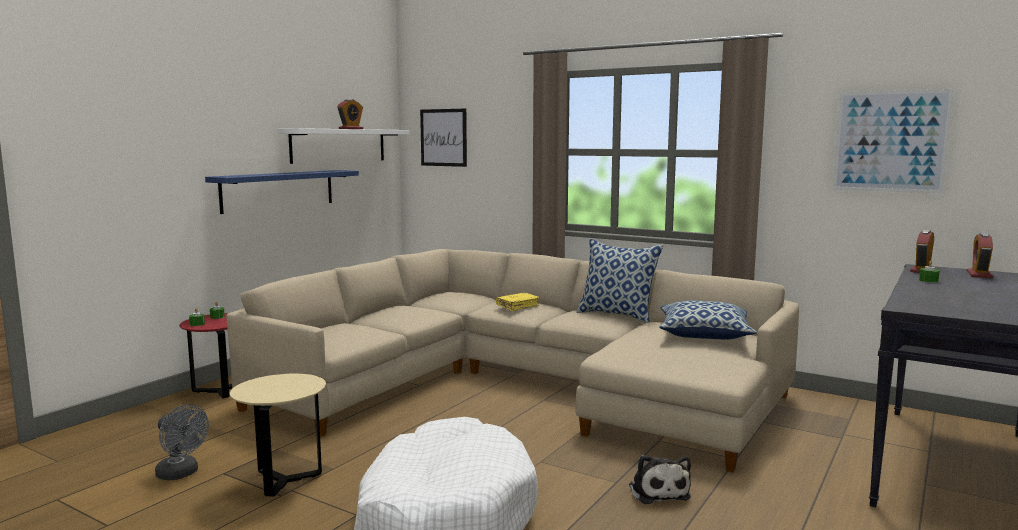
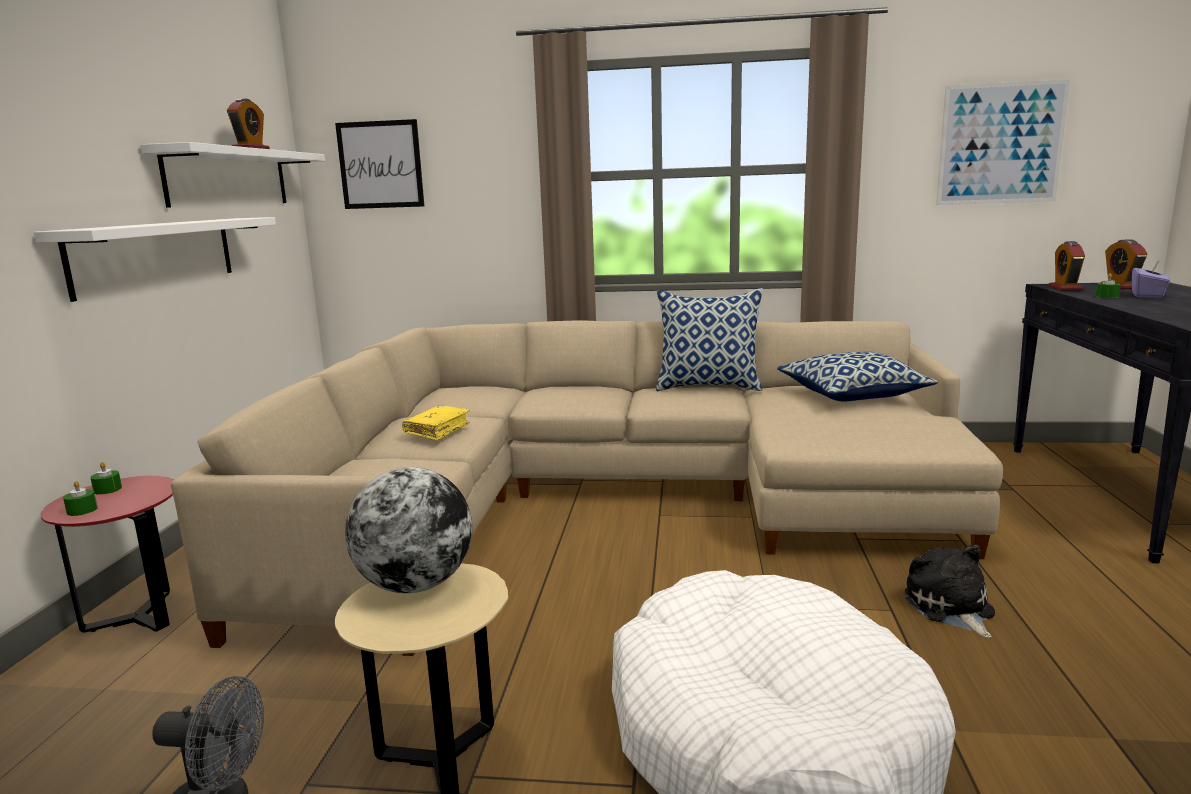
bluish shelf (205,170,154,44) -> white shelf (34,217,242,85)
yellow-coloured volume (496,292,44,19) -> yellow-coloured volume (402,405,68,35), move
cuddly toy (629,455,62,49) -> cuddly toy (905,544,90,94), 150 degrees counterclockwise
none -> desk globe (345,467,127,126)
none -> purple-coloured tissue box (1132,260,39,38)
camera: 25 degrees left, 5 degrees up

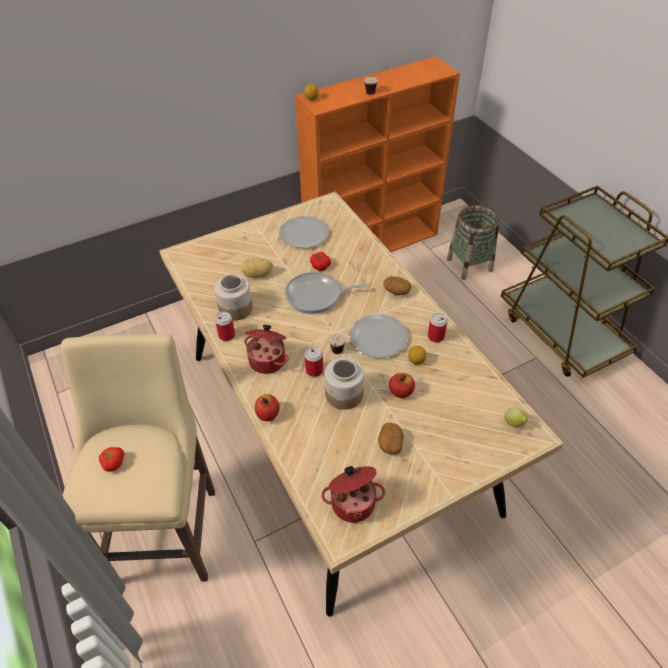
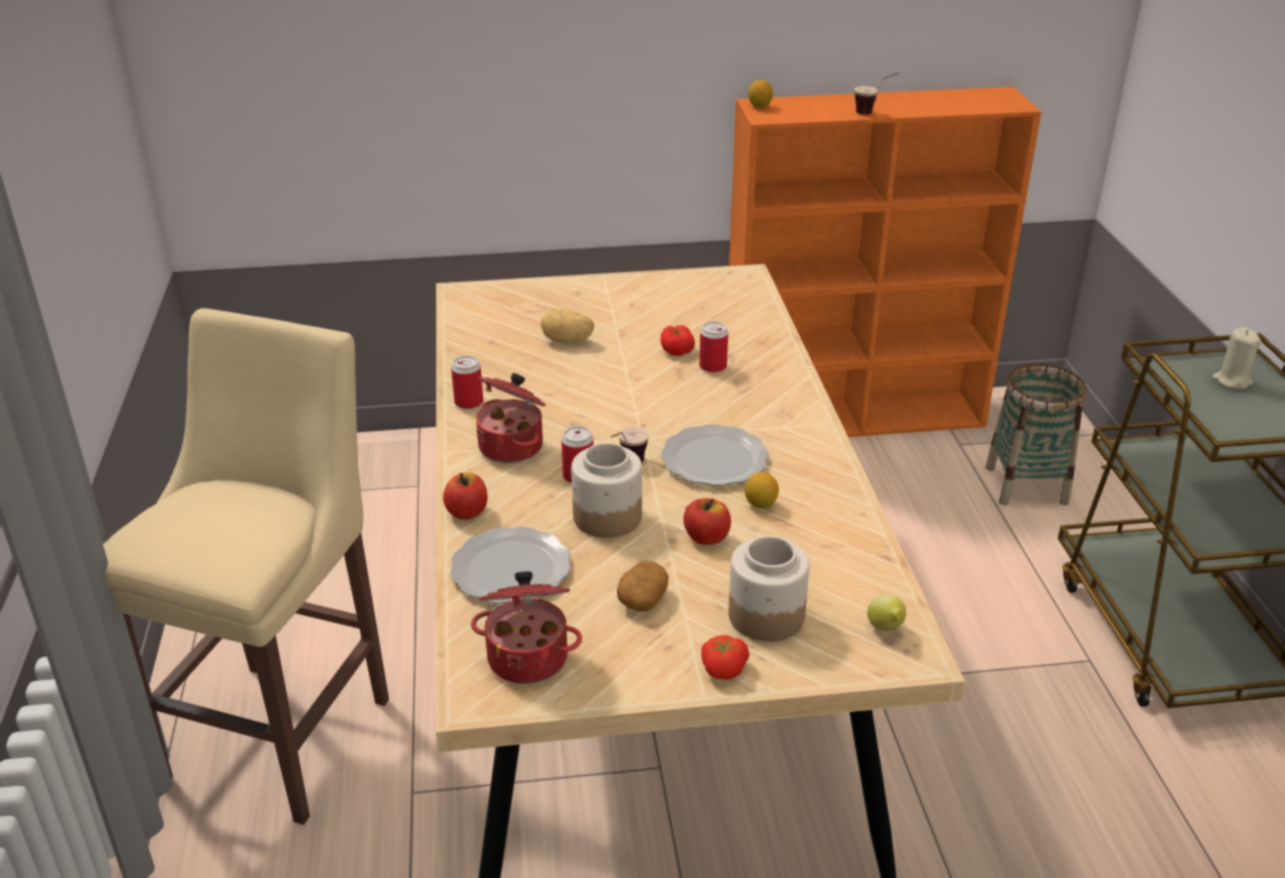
tomato (99,447,25,25) -> tomato (701,635,48,45), move
preserve jar (214,274,39,47) -> preserve jar (729,536,81,106), move
flat dish (279,216,50,33) -> flat dish (450,527,121,77), move
skillet (285,272,83,42) -> none
spud (383,276,29,19) -> none
metal can (428,313,20,29) -> metal can (699,321,29,52), move
none -> sand-coloured wax candle (1212,327,50,62)
camera: 20 degrees right, 15 degrees down

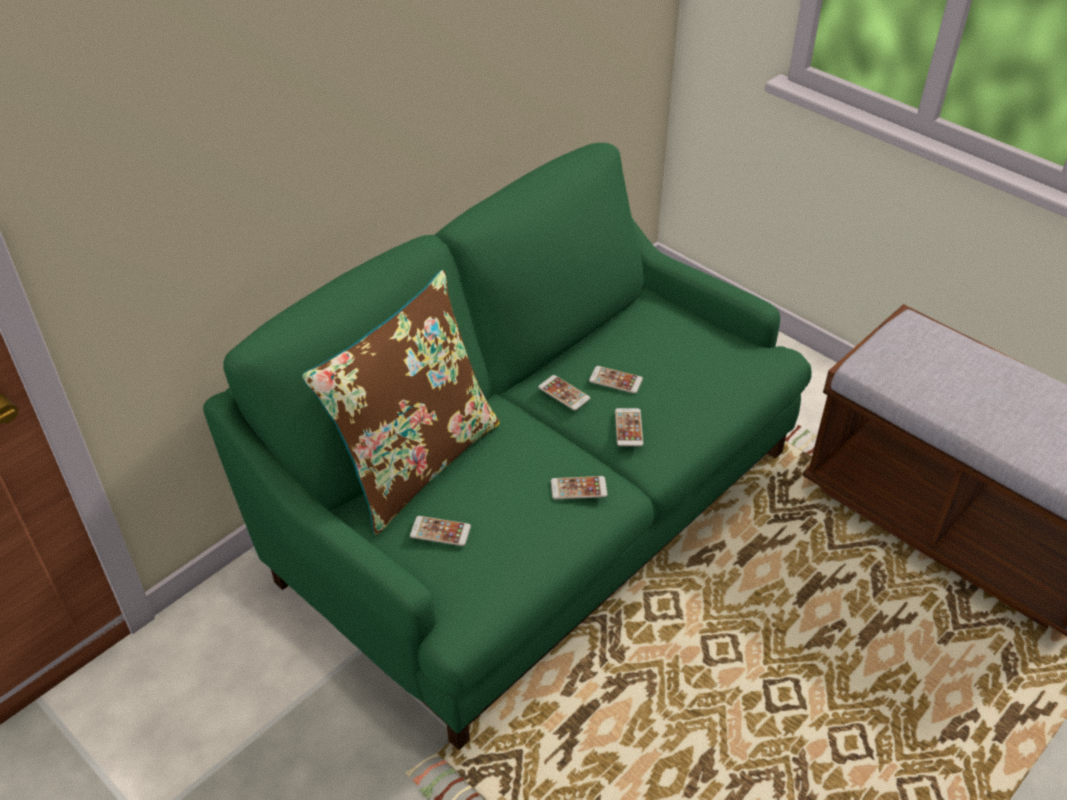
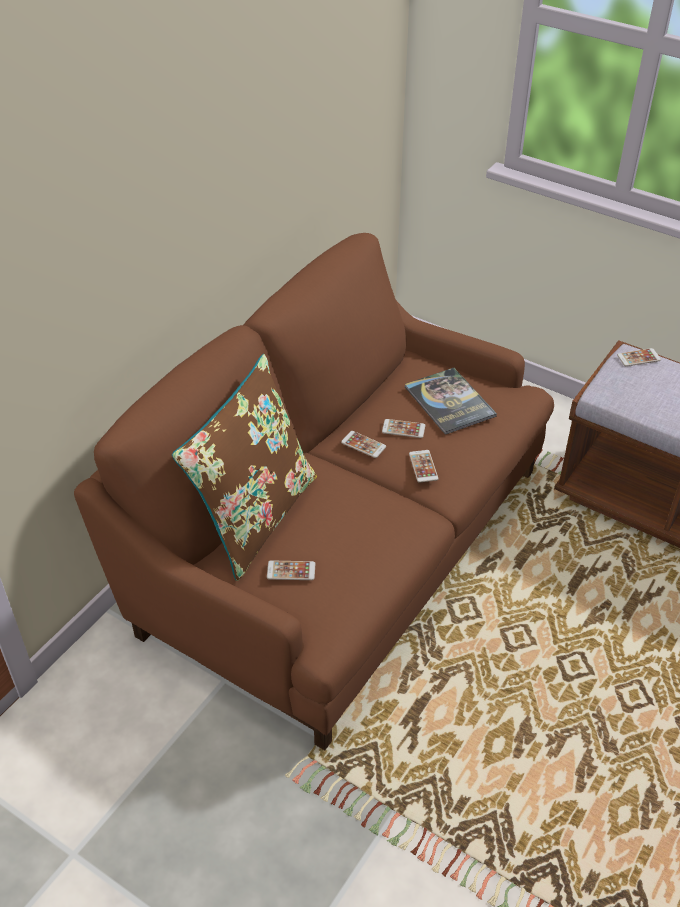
greenish sofa (203,143,609,607) -> brownish sofa (74,233,480,517)
telephone (551,476,56,23) -> telephone (617,348,44,18), move
none -> volume (405,368,92,67)
camera: 10 degrees left, 0 degrees up

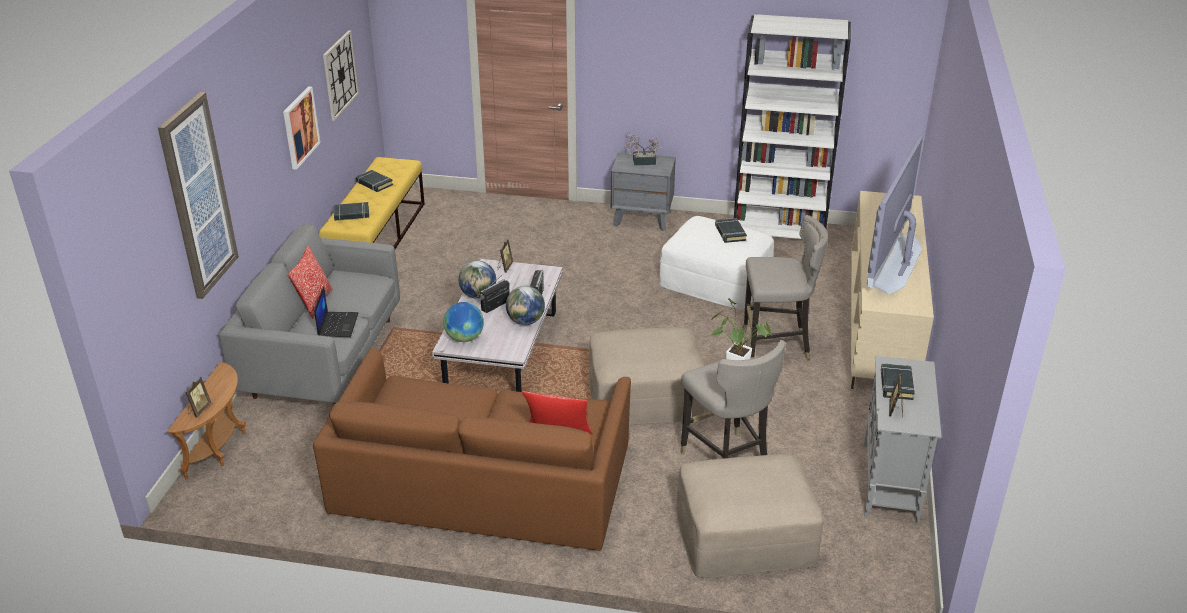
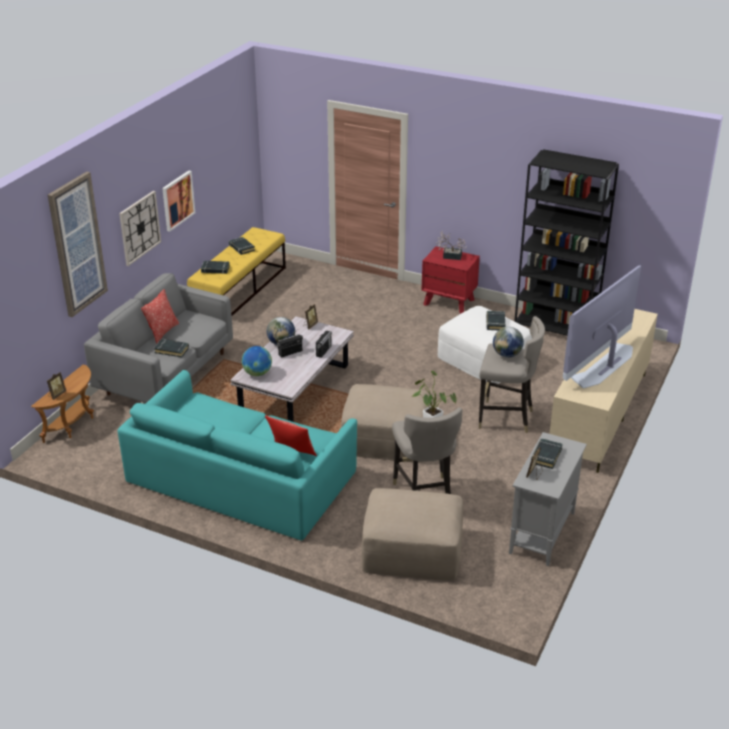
brownish sofa (313,348,318,203) -> blue-green sofa (118,370,239,171)
laptop (314,286,44,51) -> blackish volume (154,339,35,18)
clock on the wall (323,30,36,91) -> clock on the wall (119,191,42,75), move
desk globe (506,286,39,39) -> desk globe (493,327,31,31), move
gray night table (611,152,65,79) -> reddish night table (421,246,59,68)
white bookshelf (734,14,117,225) -> blackish bookshelf (514,149,105,187)
camera: 15 degrees right, 0 degrees up

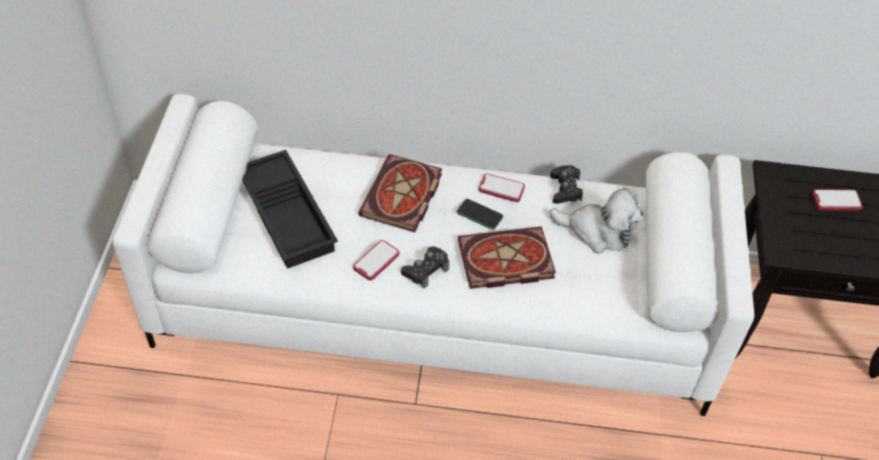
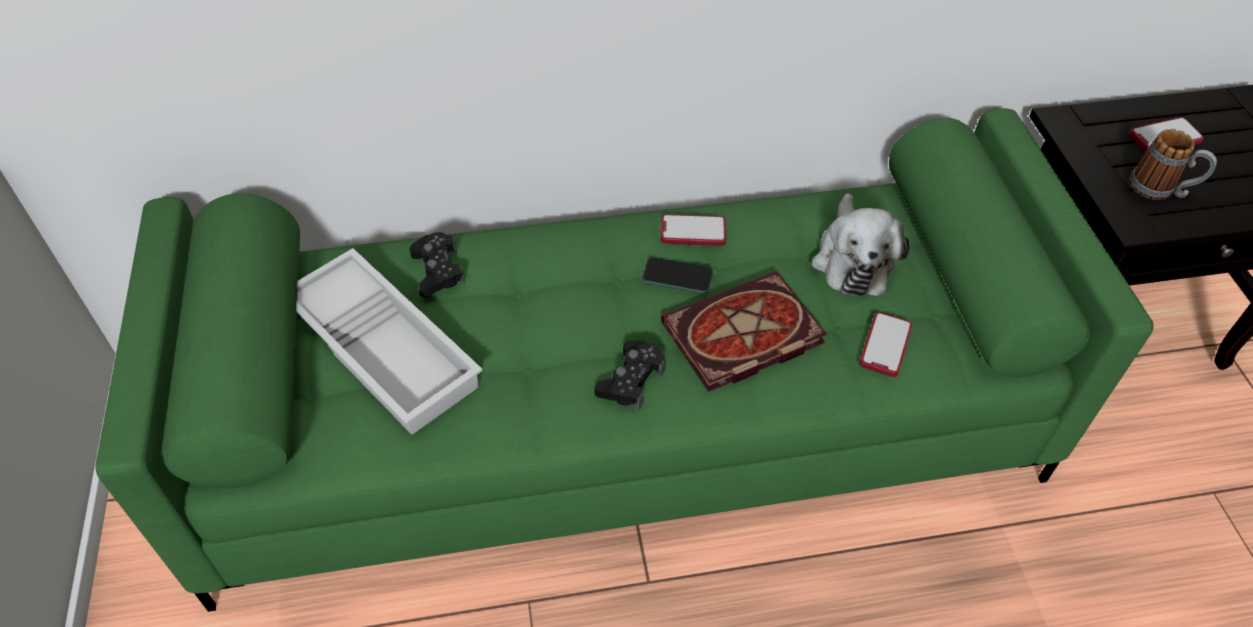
white sofa (113,94,641,322) -> greenish sofa (95,108,1059,504)
blackish serving tray (242,150,96,119) -> white serving tray (296,248,187,187)
telephone (353,240,46,41) -> telephone (859,312,53,65), move
volume (358,154,84,78) -> none
blackish gamepad (550,165,33,39) -> blackish gamepad (410,232,55,65), move
cuddly toy (550,188,93,66) -> cuddly toy (811,194,99,102), 90 degrees clockwise
none -> mug (1130,129,87,71)
camera: 15 degrees left, 0 degrees up

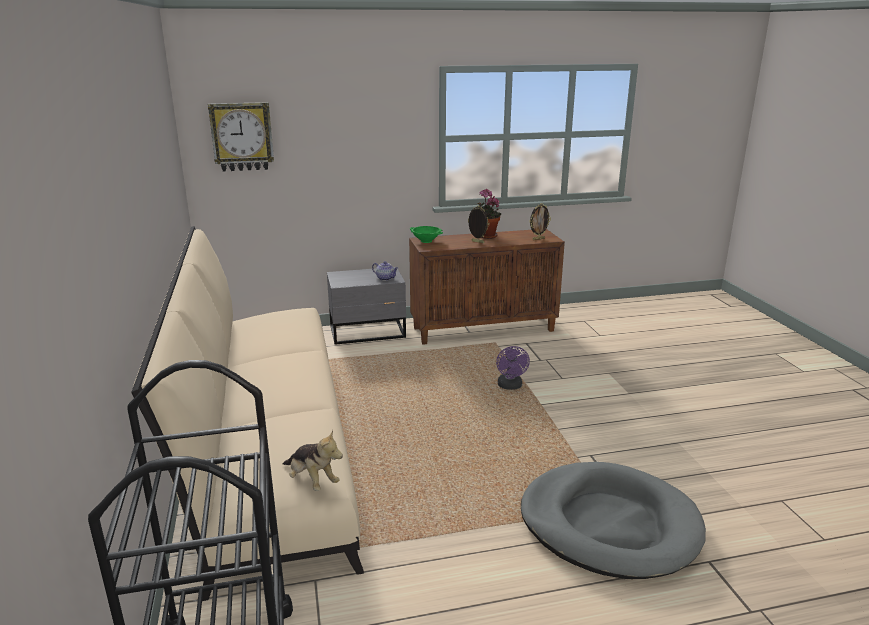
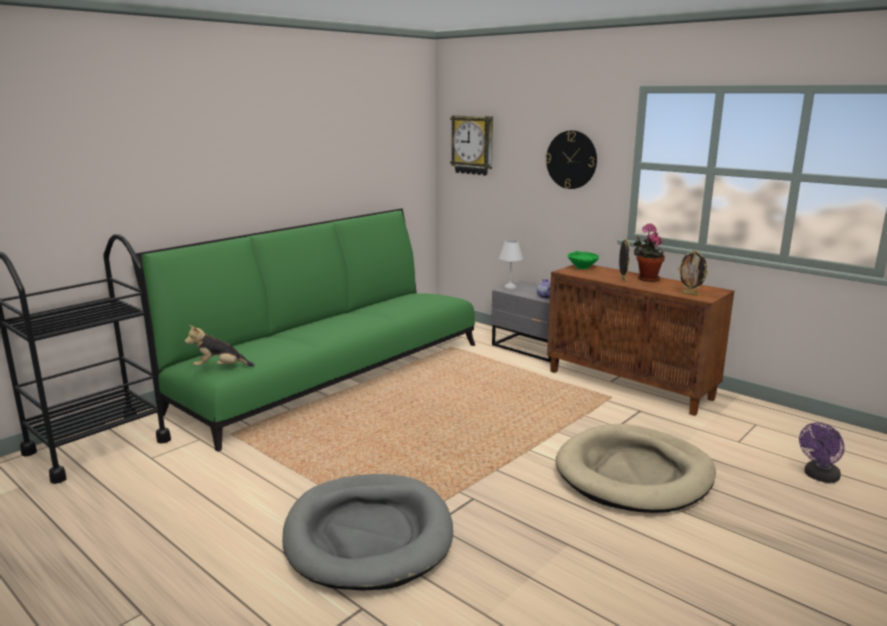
sand-coloured sofa (131,226,233,375) -> greenish sofa (131,208,344,244)
cuddly toy (283,430,60,61) -> cuddly toy (185,325,70,41), 75 degrees clockwise
purple-coloured electric fan (496,346,34,44) -> purple-coloured electric fan (799,422,46,61), move
none -> white tabletop lamp (499,240,24,50)
none -> clock on the wall (546,130,51,59)
none -> sand-coloured dog bed (556,424,160,89)
camera: 55 degrees right, 5 degrees down

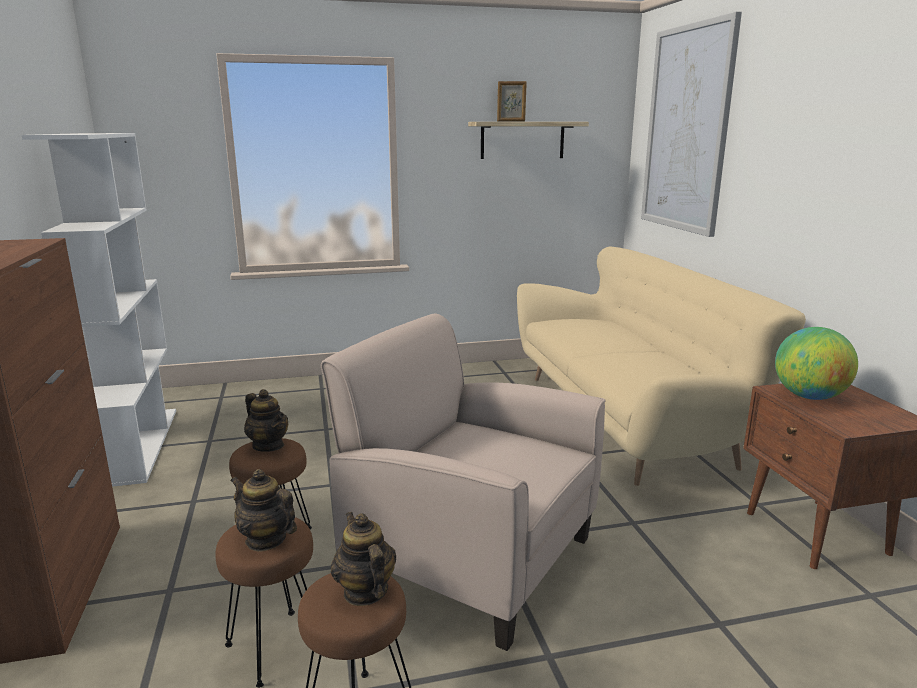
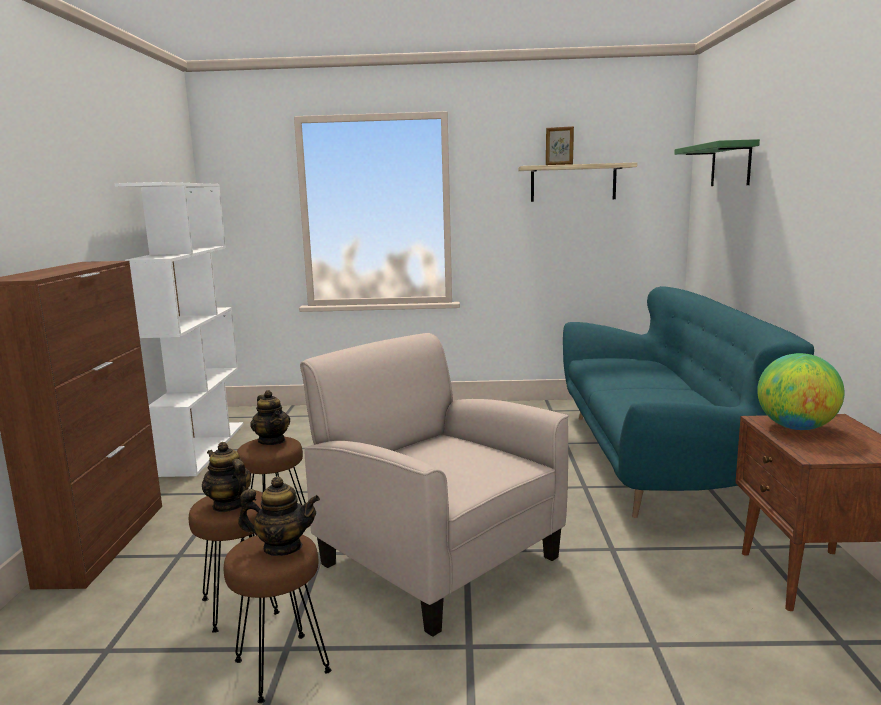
tea pot (331,512,65,94) -> tea pot (238,476,82,80), 105 degrees clockwise
sand-coloured sofa (517,247,289,239) -> blue-green sofa (563,286,251,232)
picture (641,11,101,226) -> greenish shelf (674,139,86,47)
camera: 15 degrees right, 5 degrees down

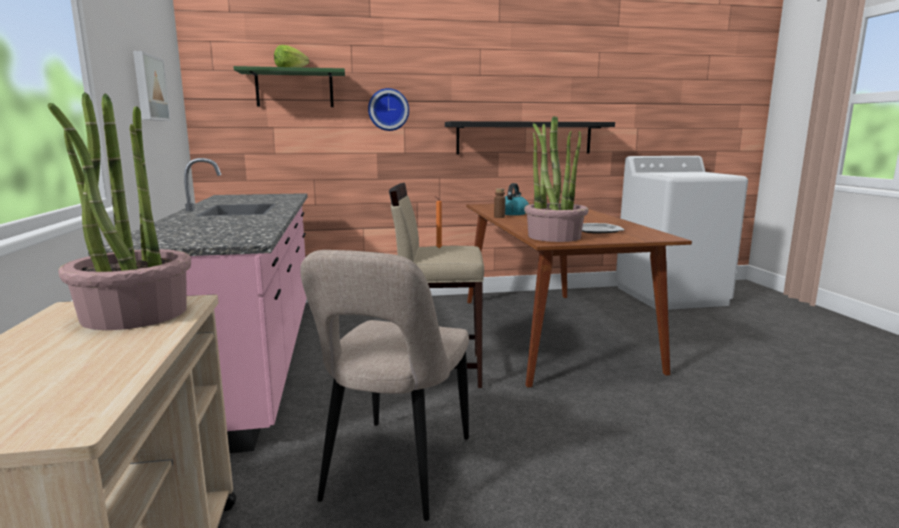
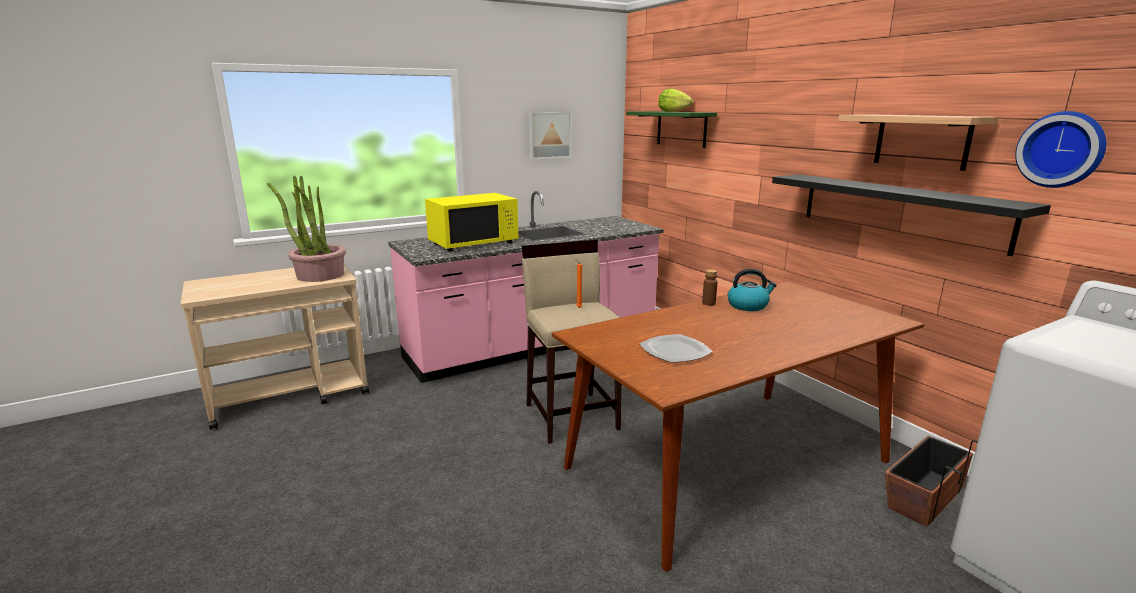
sand-coloured chair (300,250,169,271) -> none
clock on the wall (368,88,41,43) -> clock on the wall (1015,111,91,77), move
houseplant (524,116,64,126) -> none
none -> yellow-coloured microwave (425,193,94,59)
none -> shelf (838,114,161,57)
none -> planter (885,436,93,91)
camera: 70 degrees right, 5 degrees up

